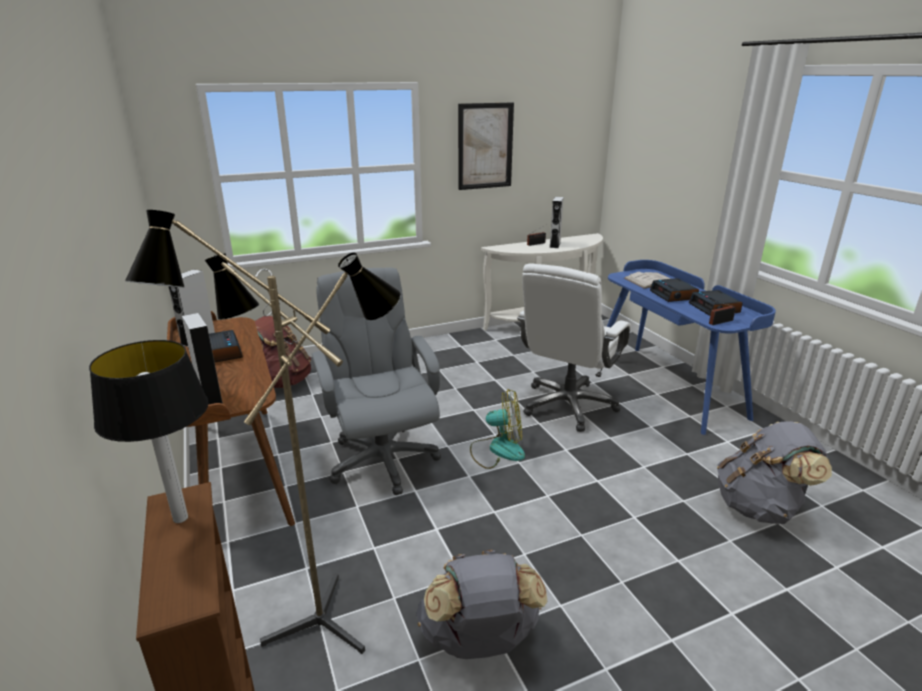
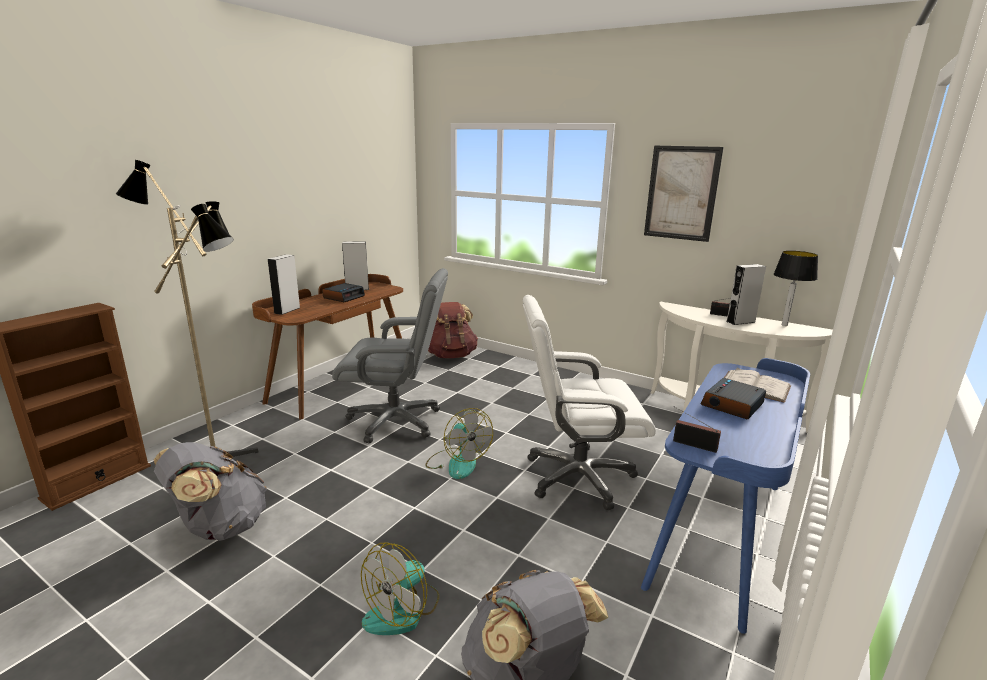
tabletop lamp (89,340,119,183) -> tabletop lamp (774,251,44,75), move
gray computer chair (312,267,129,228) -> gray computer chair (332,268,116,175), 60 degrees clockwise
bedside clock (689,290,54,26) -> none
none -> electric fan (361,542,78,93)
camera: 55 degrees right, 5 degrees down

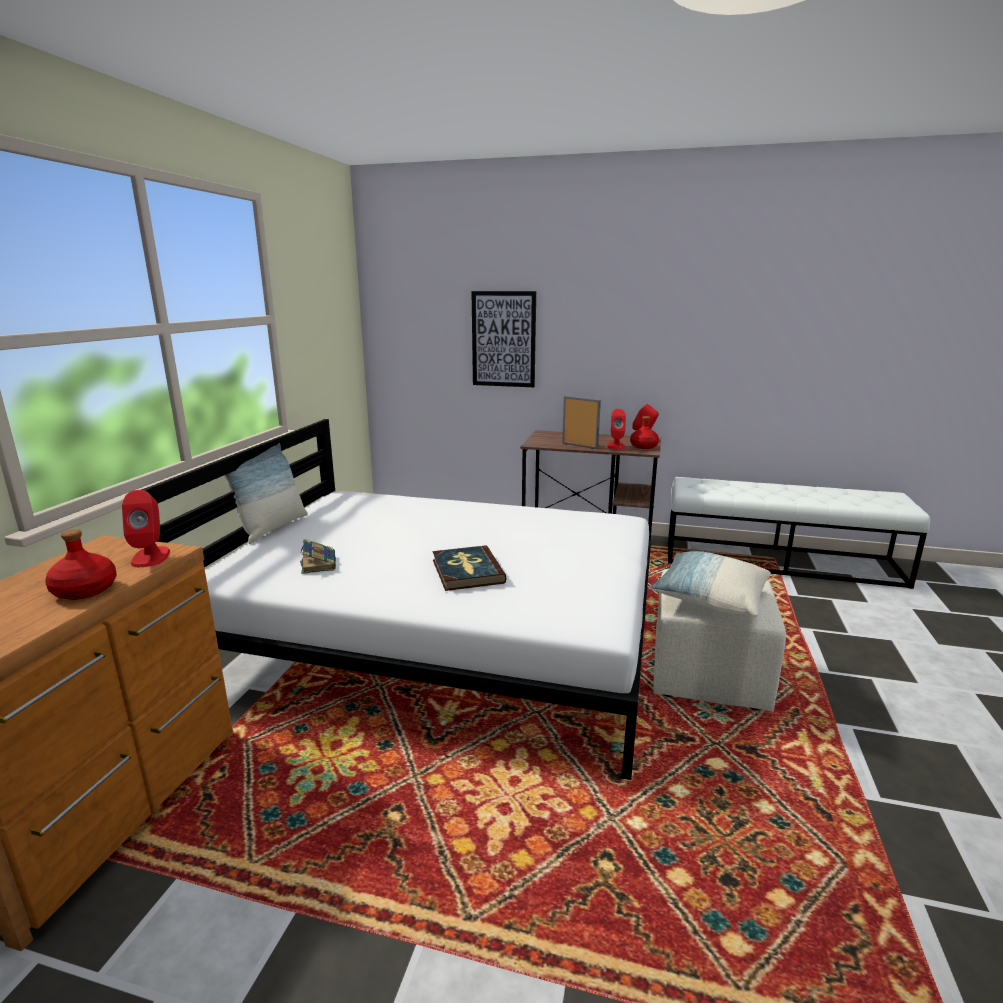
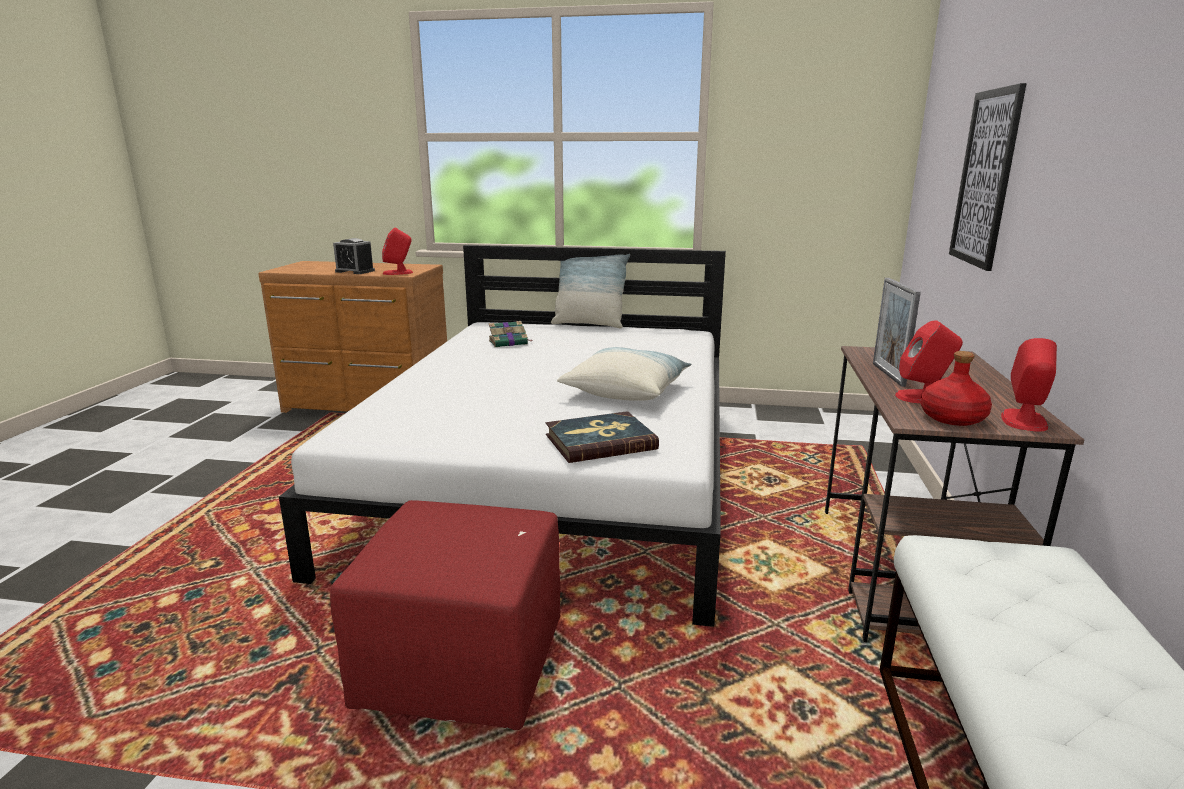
reddish bottle (45,529,72,71) -> bedside clock (333,238,42,36)
volume (433,545,74,46) -> volume (545,411,114,52), move
picture frame (562,396,39,53) -> picture frame (873,278,48,109), 150 degrees clockwise
pillow (649,551,122,66) -> pillow (557,347,134,54), move
sand-coloured ottoman (653,569,133,143) -> reddish ottoman (330,500,230,230)
camera: 85 degrees right, 0 degrees up

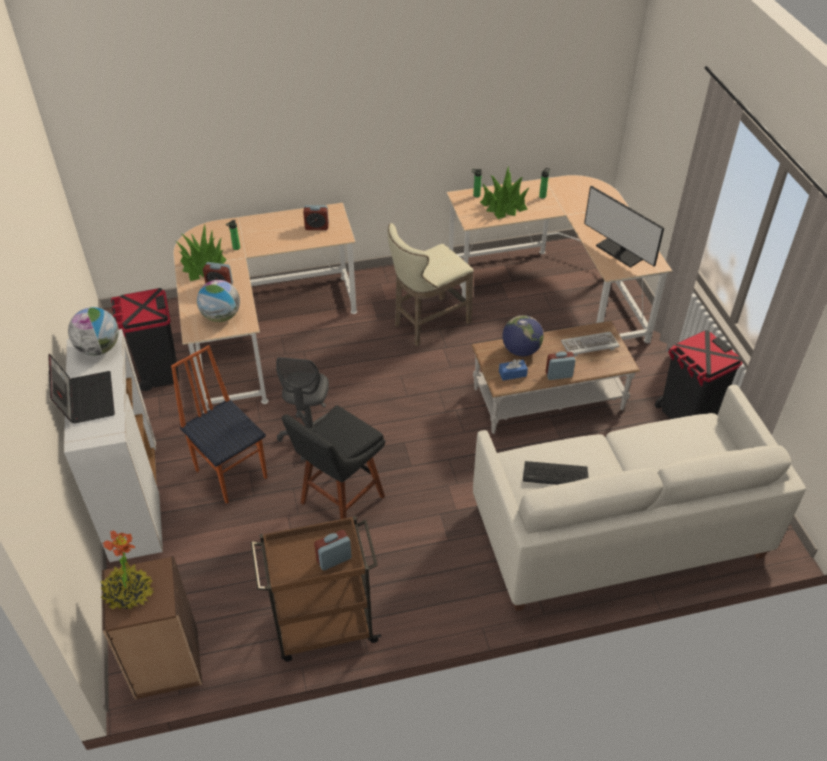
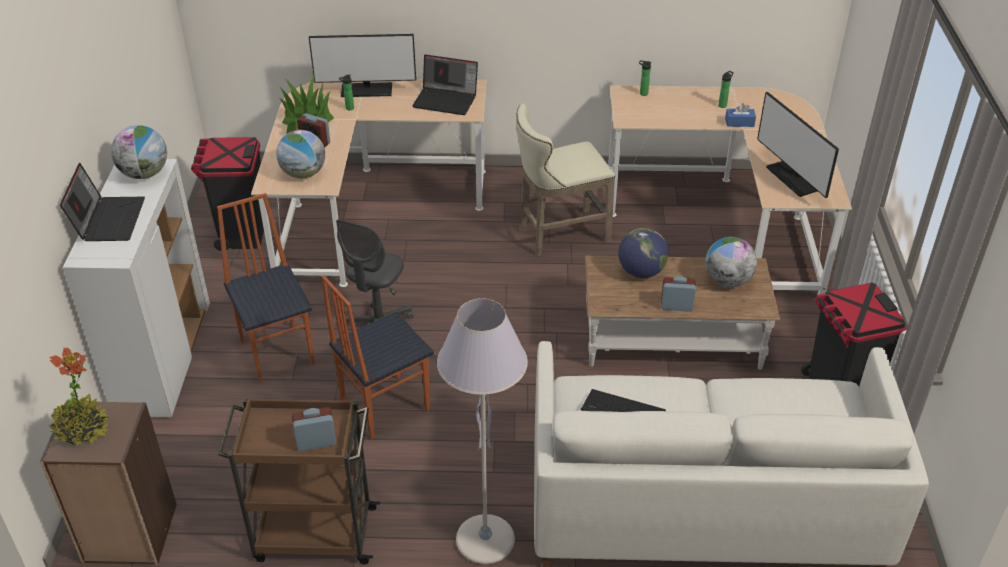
blackish stool (282,405,103,114) -> chair (321,275,113,164)
bedside clock (303,205,26,25) -> laptop (412,55,66,60)
houseplant (480,166,50,53) -> none
bluish tissue box (499,359,29,22) -> bluish tissue box (725,103,31,24), move
computer keyboard (561,332,59,25) -> desk globe (705,237,52,50)
none -> computer display (309,34,107,63)
none -> gray standard lamp (437,298,91,266)
camera: 15 degrees right, 5 degrees down

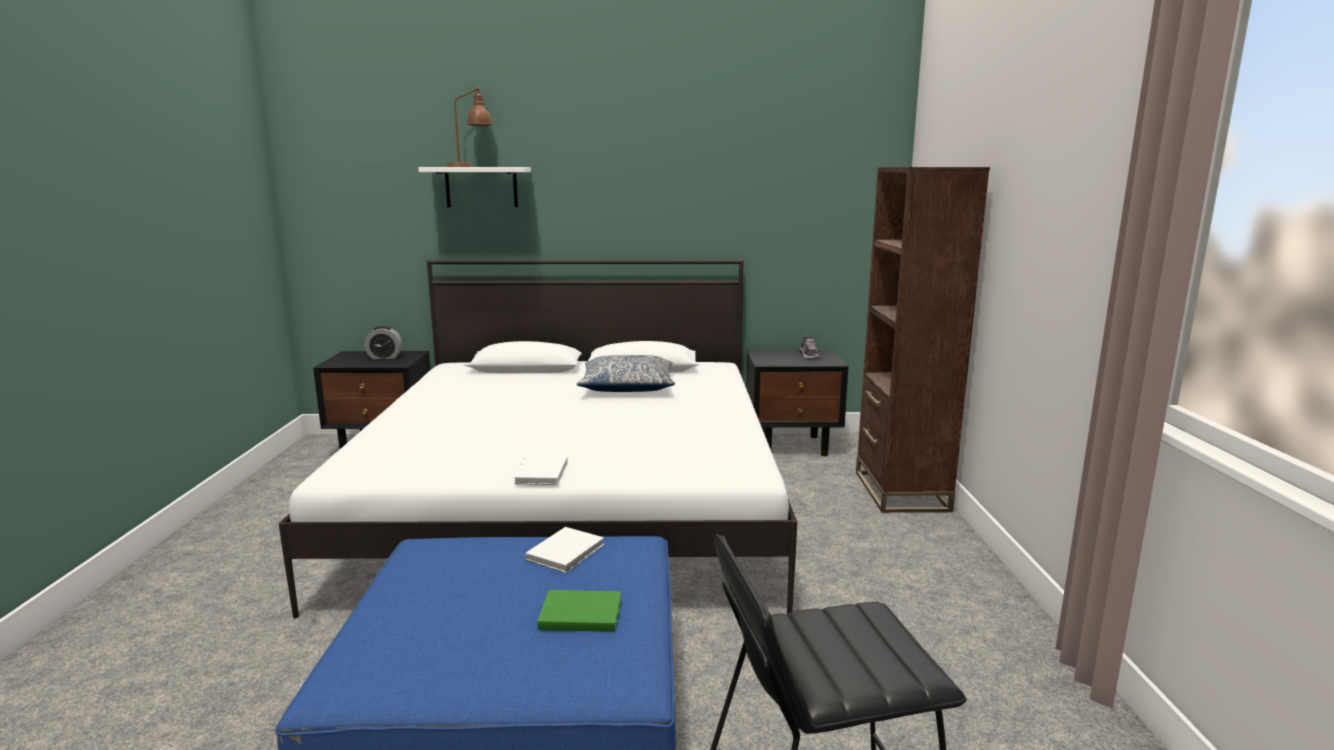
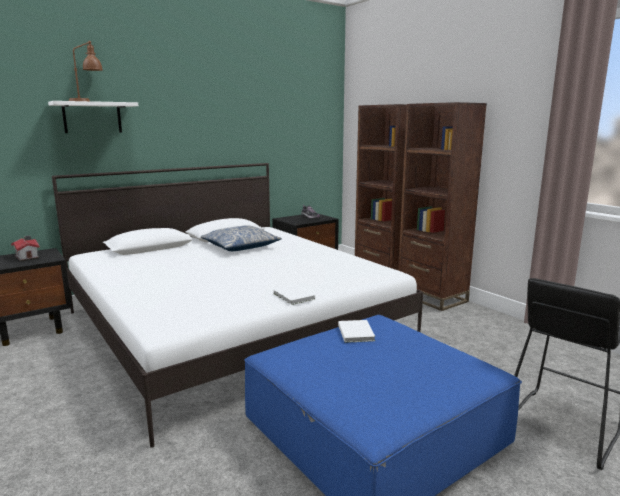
bedside clock (364,326,38,33) -> miniature house (11,235,29,26)
greenish volume (537,590,84,42) -> none
none -> brownish bookshelf (398,102,89,209)
camera: 35 degrees left, 0 degrees up

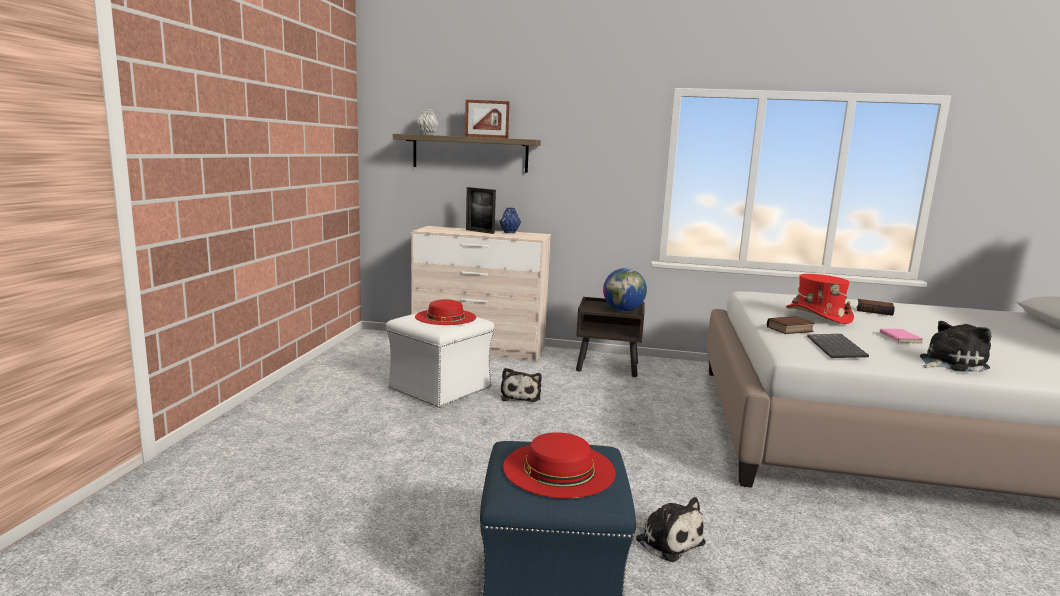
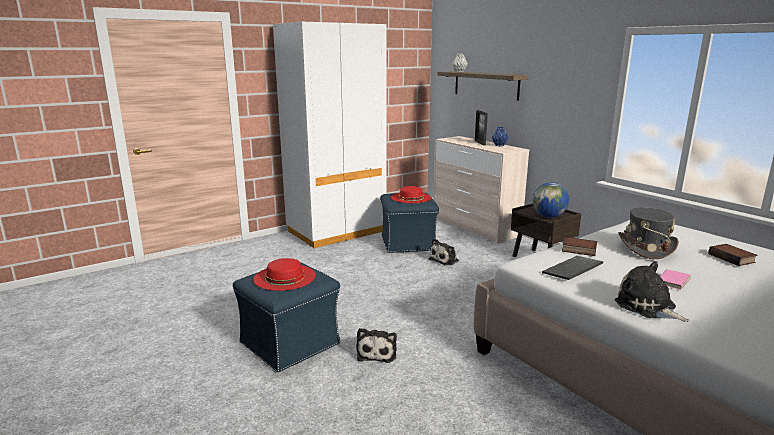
white ottoman (386,313,108,95) -> bluish ottoman (380,193,59,60)
picture frame (465,100,45,38) -> none
reddish wearable hat (786,274,68,50) -> gray wearable hat (619,207,60,52)
cuddly toy (920,321,71,51) -> cuddly toy (615,261,74,61), 150 degrees counterclockwise
none -> white wardrobe (273,22,114,227)
camera: 45 degrees right, 5 degrees up

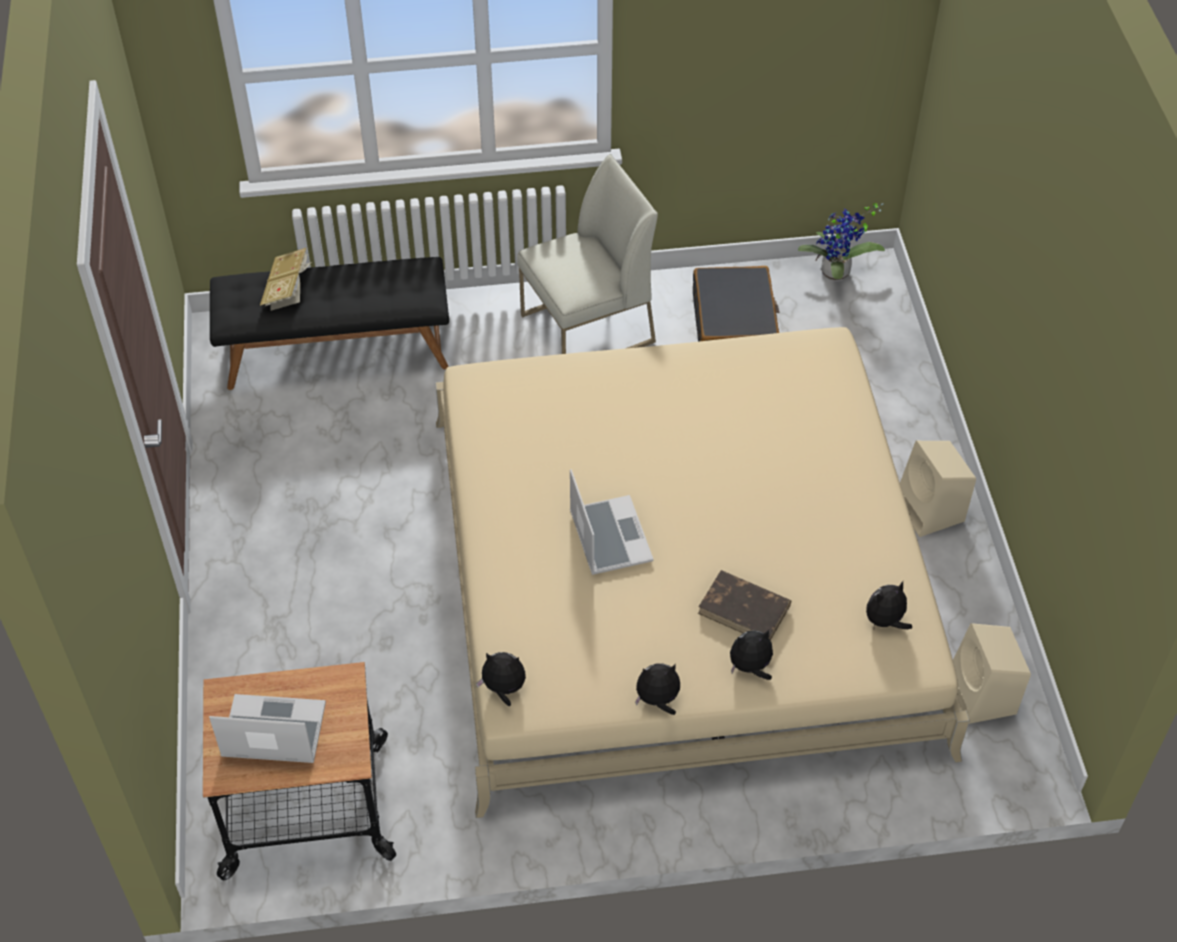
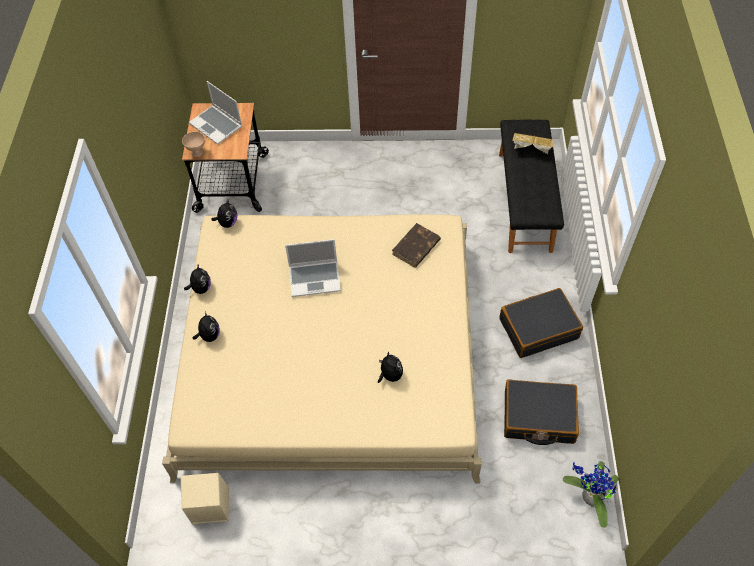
laptop (209,694,117,69) -> laptop (189,81,53,63), 120 degrees clockwise
white chair (517,154,141,200) -> blackish piece of luggage (499,288,84,70)
brownish volume (698,570,94,71) -> brownish volume (392,223,49,45), move
cuddly toy (866,581,46,48) -> cuddly toy (378,351,25,32), move
sand-coloured speaker (900,441,76,96) -> none
none -> sand-coloured serving bowl (182,132,23,25)
camera: 100 degrees right, 5 degrees up

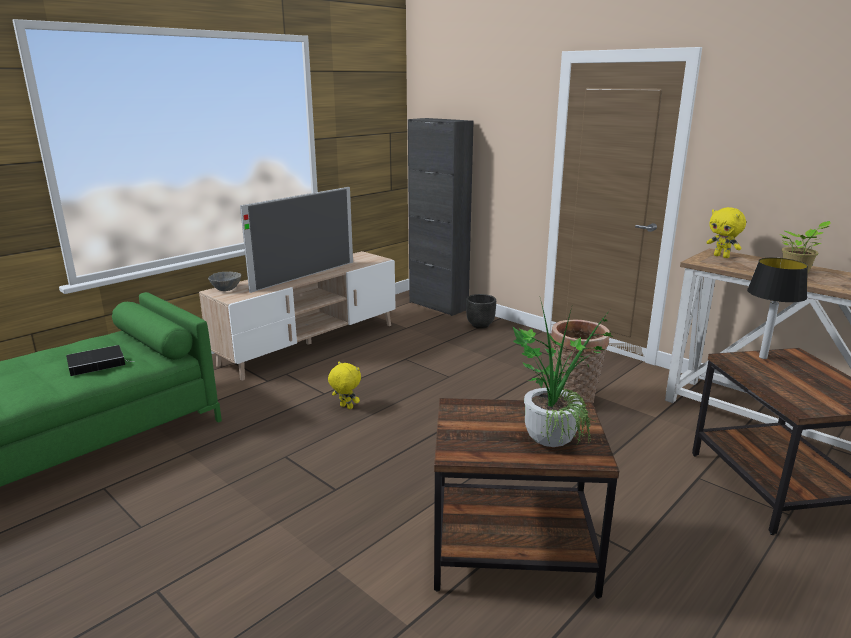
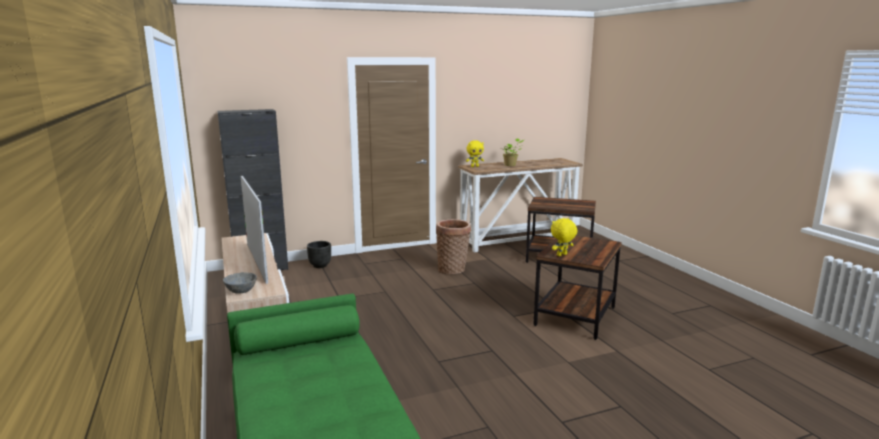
volume (66,345,63,31) -> none
yellow-coloured cuddly toy (328,361,33,48) -> yellow-coloured cuddly toy (551,218,26,38), move
houseplant (512,302,102,145) -> none
tabletop lamp (747,258,61,101) -> none
camera: 65 degrees left, 5 degrees down

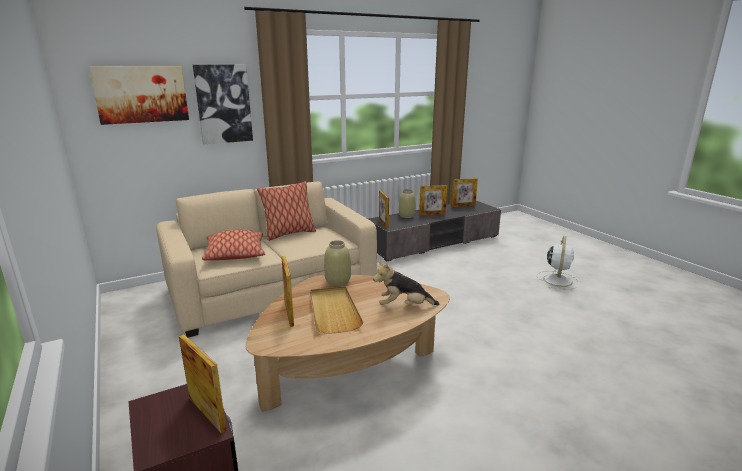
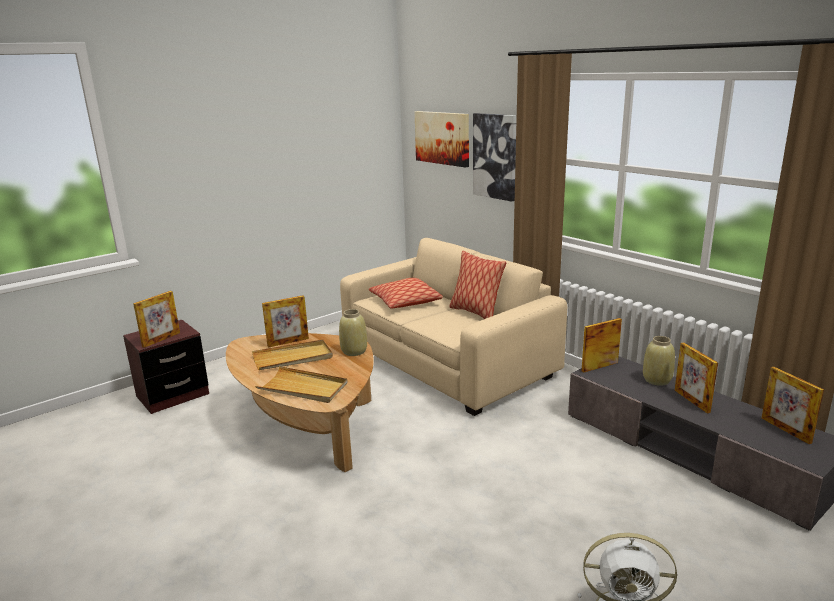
cuddly toy (373,261,66,44) -> sand-coloured serving tray (255,366,93,37)
camera: 80 degrees right, 0 degrees up

